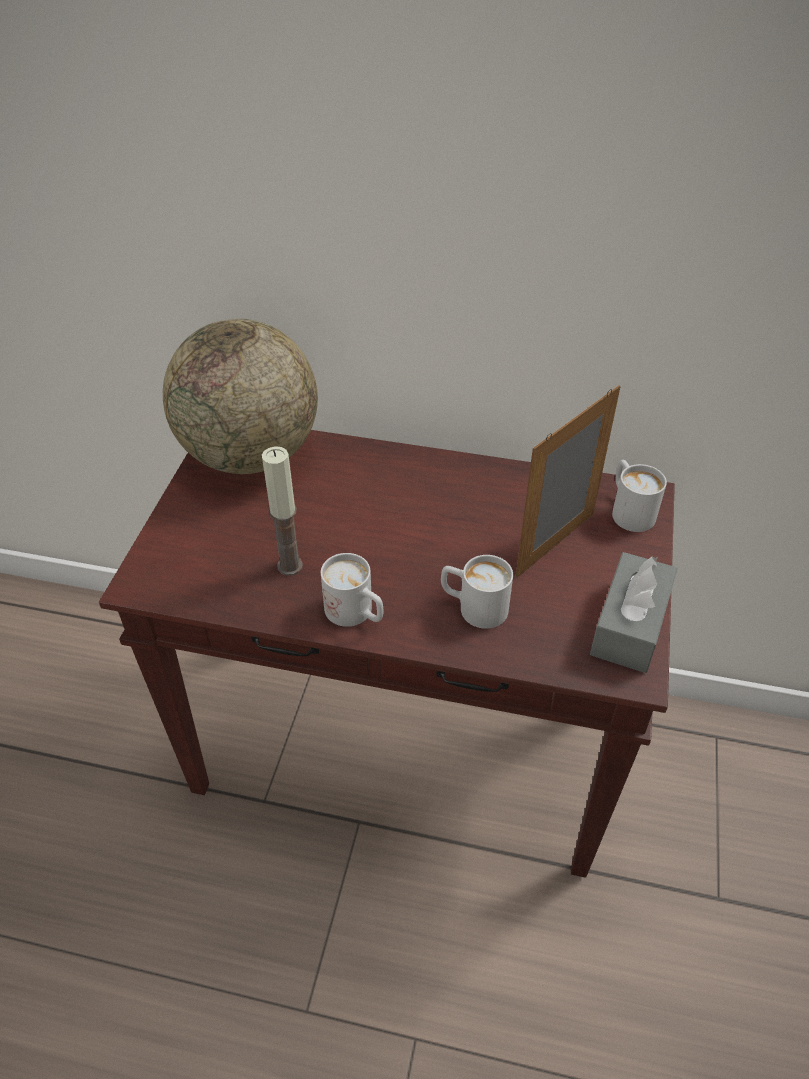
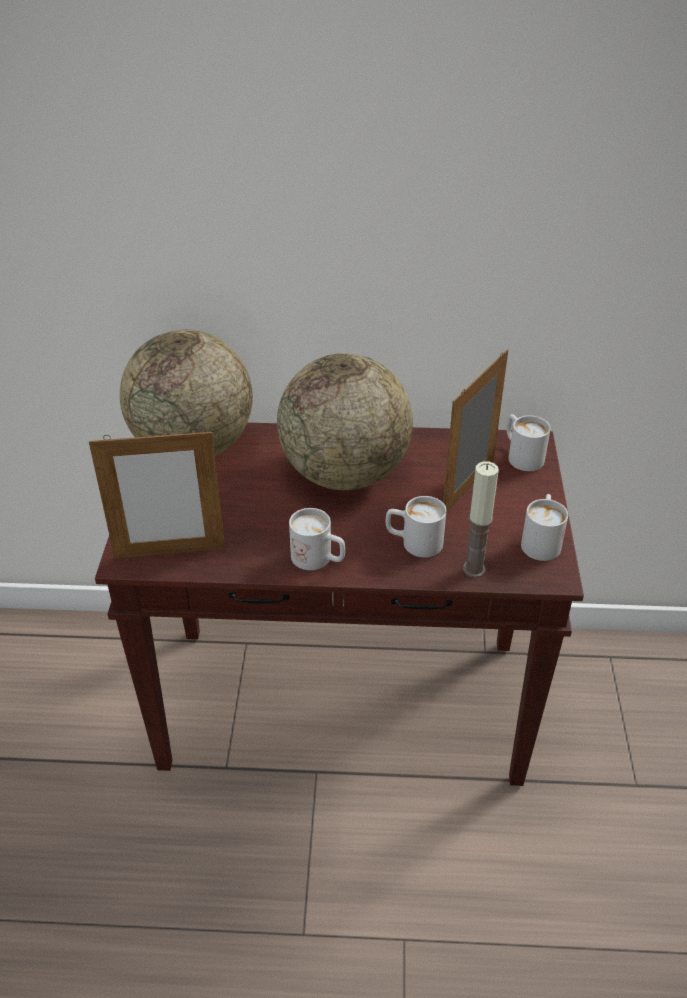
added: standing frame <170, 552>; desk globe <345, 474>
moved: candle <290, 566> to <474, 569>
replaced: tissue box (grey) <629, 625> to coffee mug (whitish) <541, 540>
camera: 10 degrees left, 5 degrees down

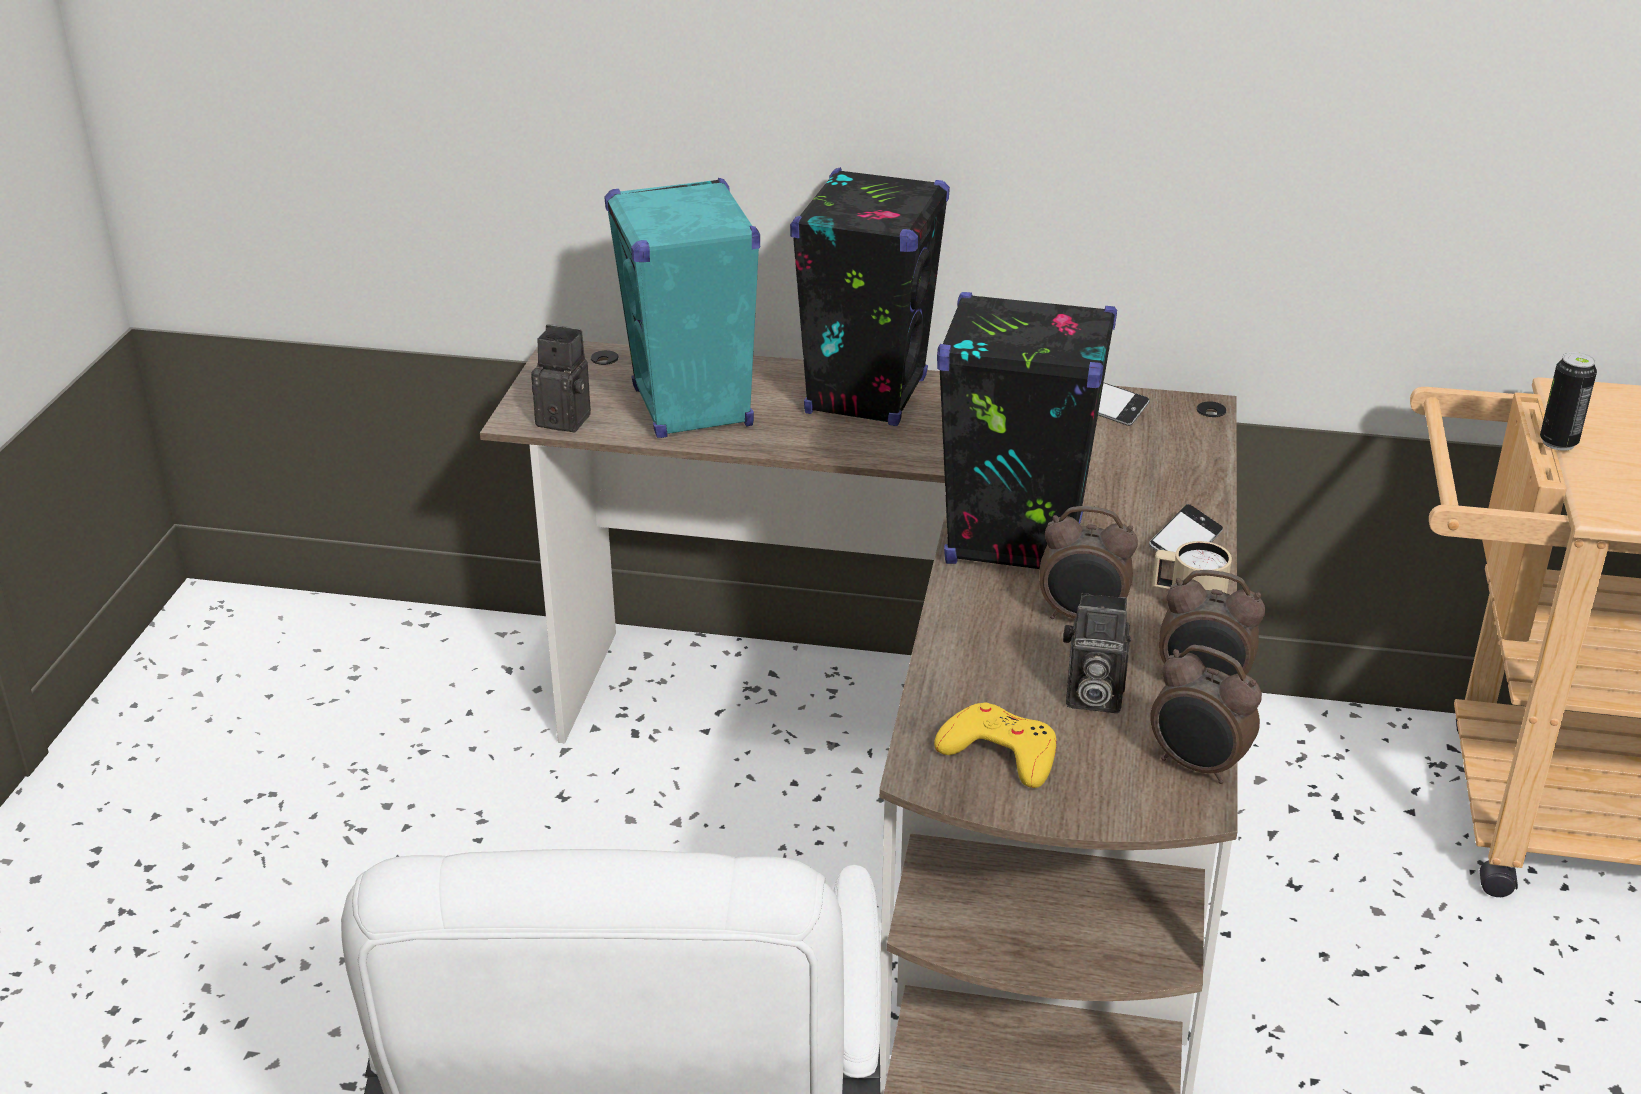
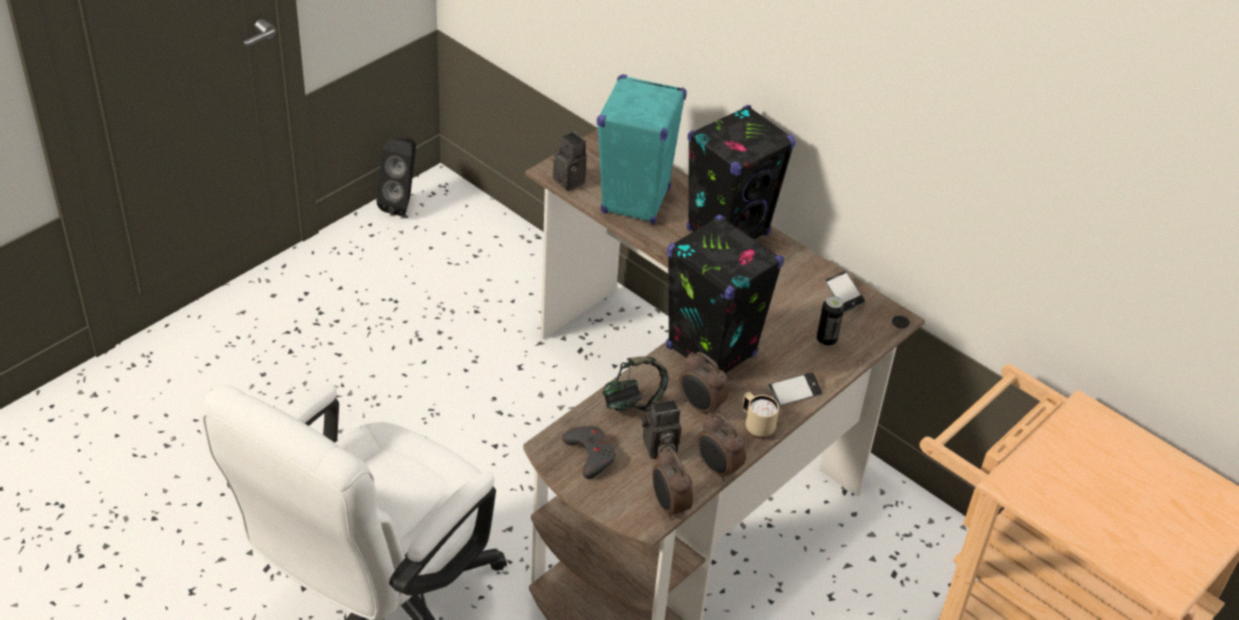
added: loudspeaker (blackish) <401, 203>; pair of headphones <633, 402>
moved: can <1558, 442> to <826, 340>
recoloured: gamepad (yellowish) <1000, 753> to gamepad (grey) <590, 454>
turned: still camera <1090, 697> = <659, 448> 60 degrees counterclockwise
camera: 30 degrees right, 10 degrees up

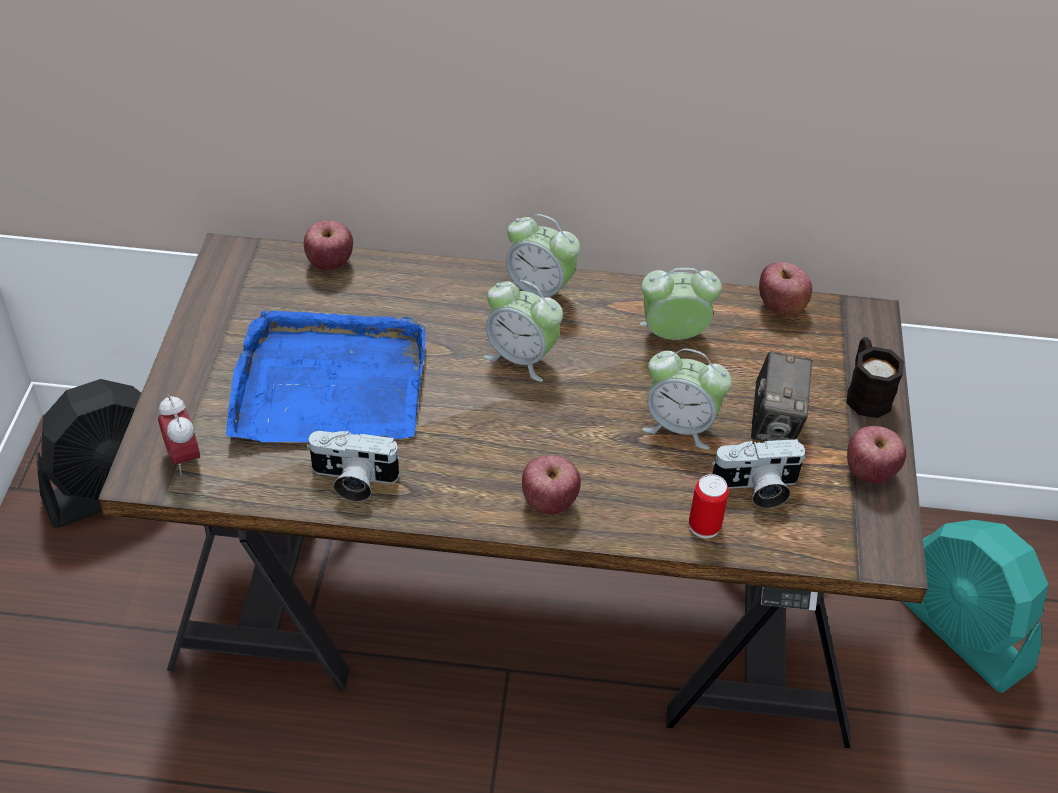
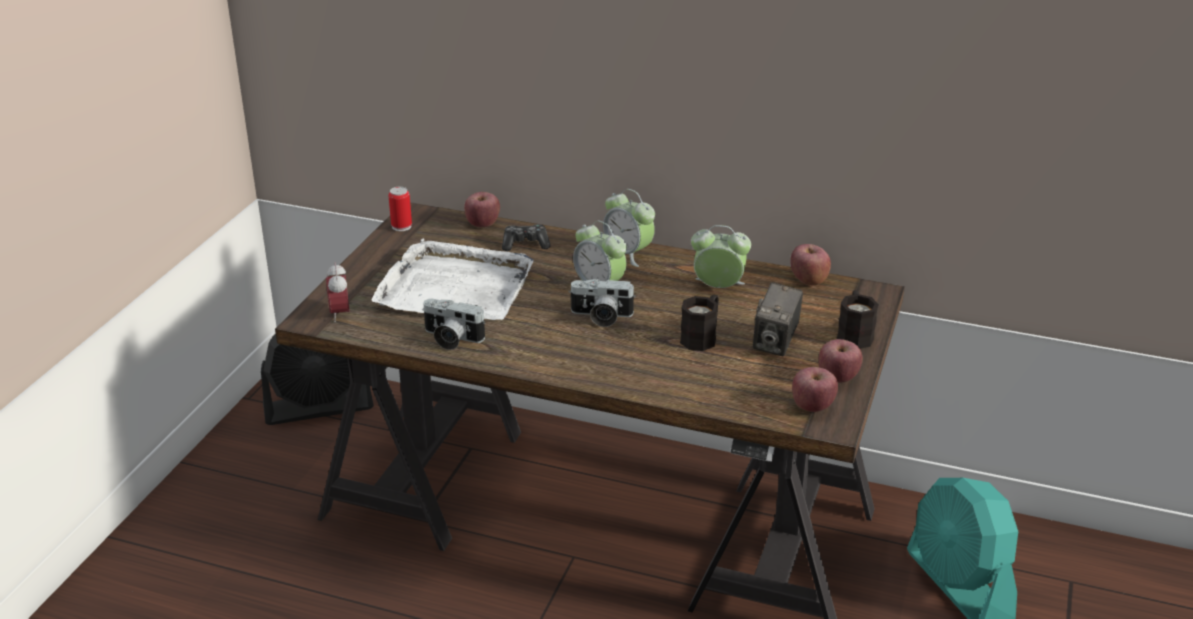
added: gamepad <525, 244>
moved: apple fruit <549, 502> to <812, 406>; can <704, 526> to <401, 226>; still camera <756, 489> to <601, 317>
replaced: bedside clock <680, 426> to coffee mug (blackish) <702, 337>
recoloured: carrying tray (blue) <329, 384> to carrying tray (whitish) <455, 287>
camera: 15 degrees right, 15 degrees down

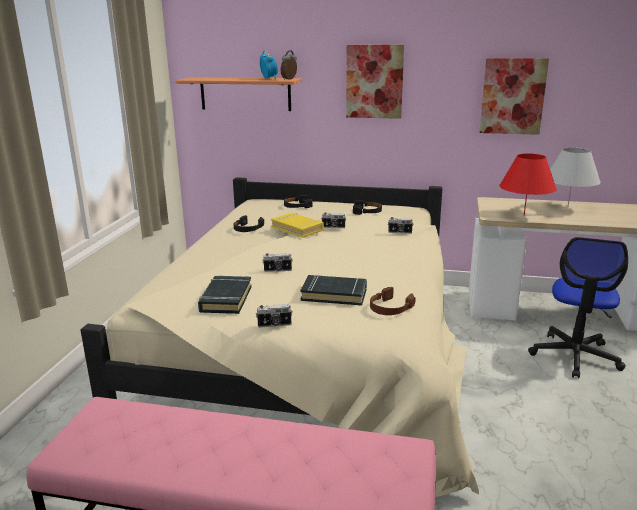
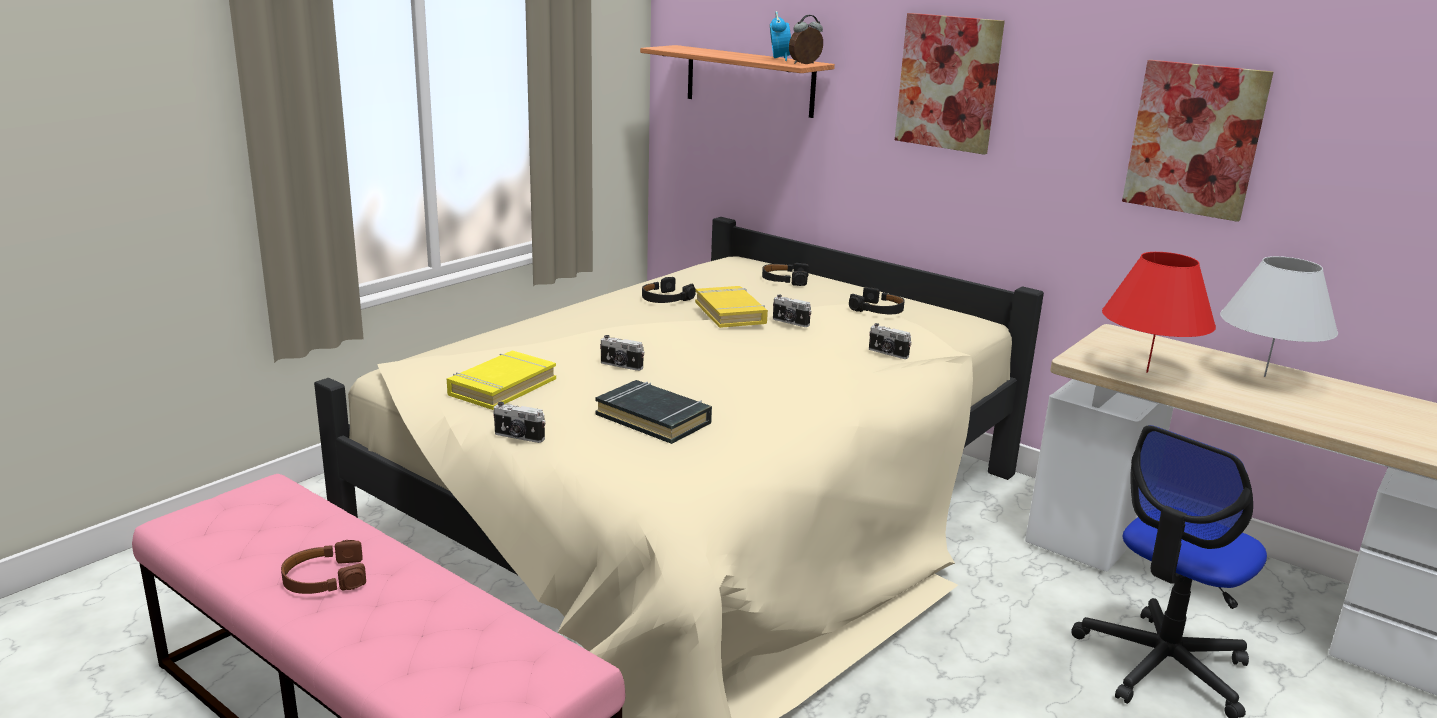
moved: pair of headphones (brown-coloured) <390, 308> to <324, 579>
recoloured: volume (blackish) <225, 299> to volume (yellowish) <502, 387>
camera: 25 degrees right, 0 degrees up

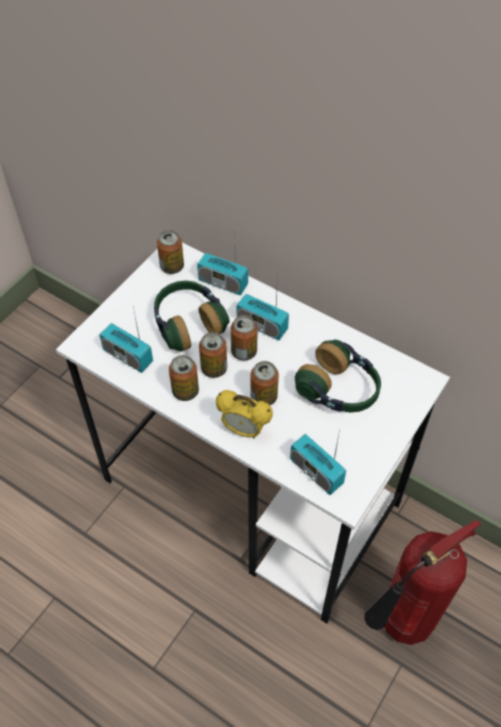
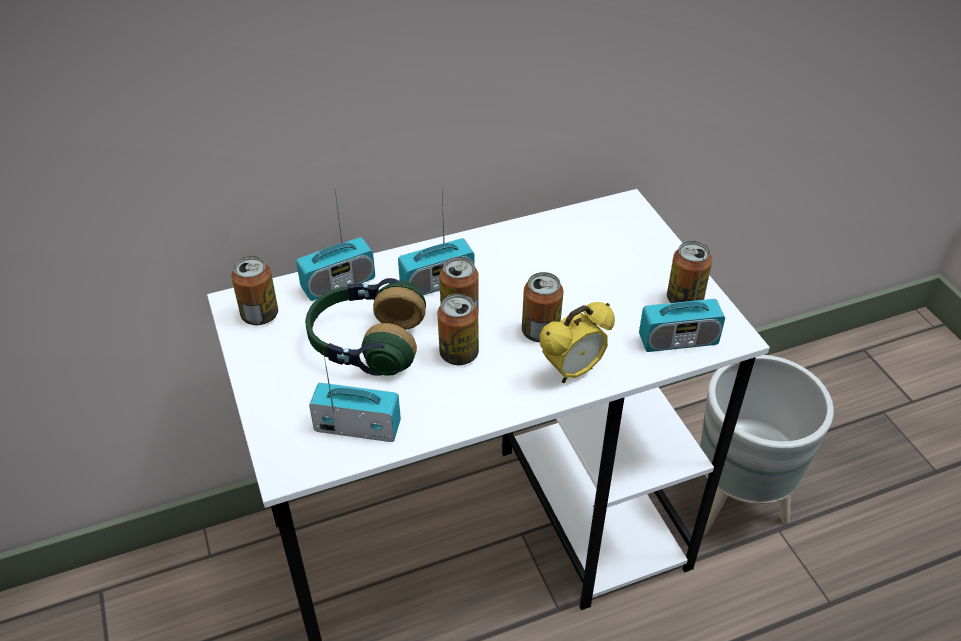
removed: pair of headphones <339, 390>
moved: can <185, 391> to <684, 299>
replaced: extinguisher <400, 626> to flower pot (grey) <736, 504>
turned: radio receiver <128, 356> = <358, 427> 150 degrees counterclockwise
camera: 55 degrees left, 10 degrees down

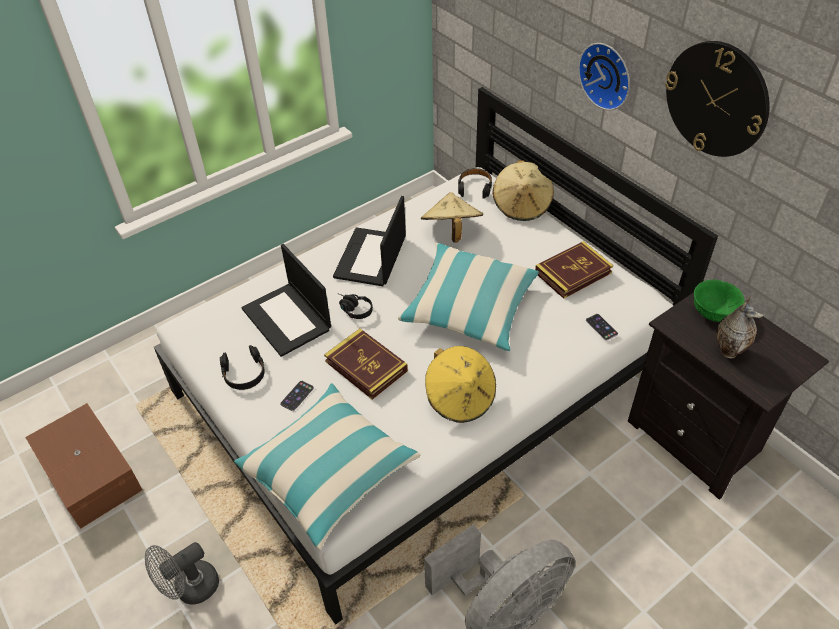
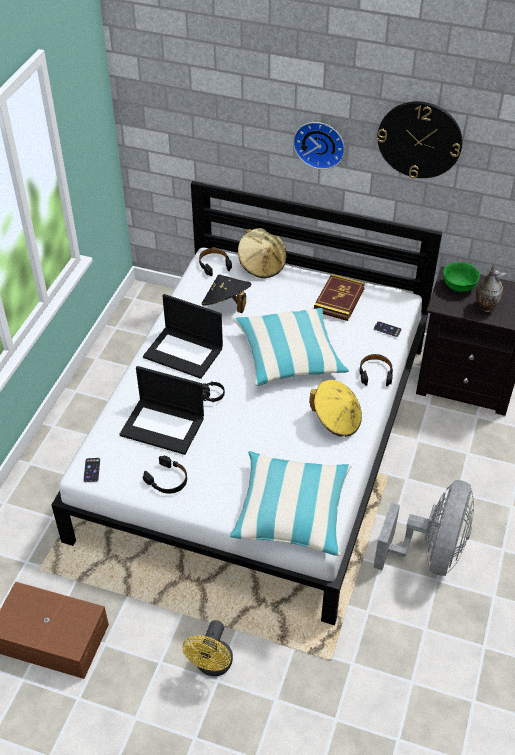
removed: volume <366, 366>
added: pair of headphones (blackish) <375, 373>
moved: phone <297, 396> to <91, 470>
recoloured: cooling fan (grey) <190, 589> to cooling fan (yellowish) <212, 665>; wearable hat (sand-coloured) <451, 231> to wearable hat (blackish) <227, 306>
turned: portable computer <371, 258> = <184, 352> 45 degrees counterclockwise
camera: 35 degrees left, 0 degrees up

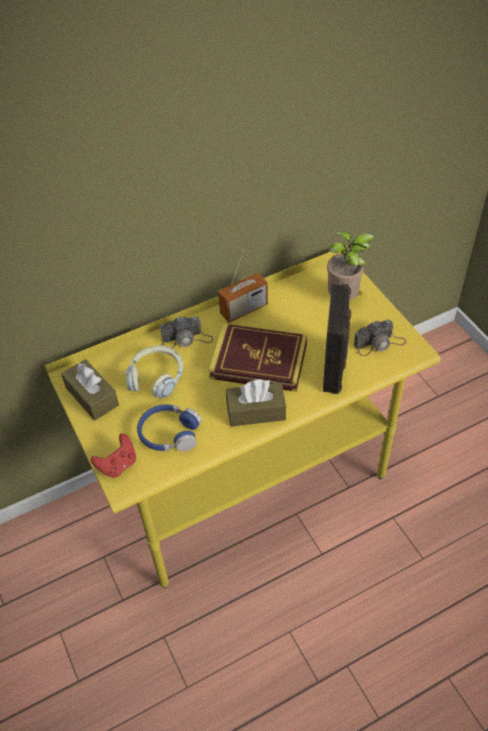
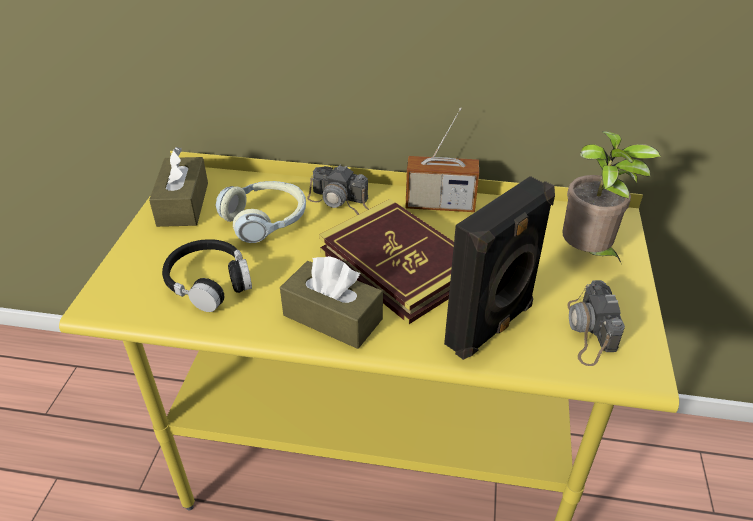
removed: gamepad (reddish) <118, 465>
recoloured: pair of headphones (blue) <169, 433> to pair of headphones (blackish) <209, 282>
turned: still camera <379, 343> = <589, 331> 75 degrees clockwise
camera: 35 degrees right, 10 degrees down

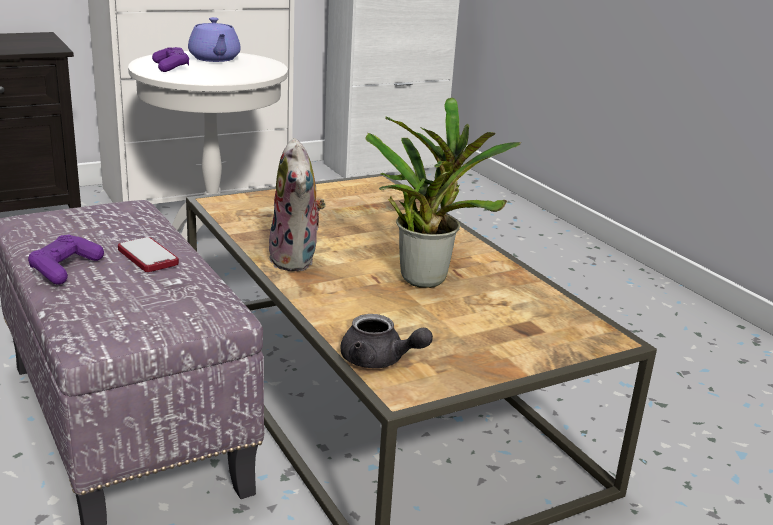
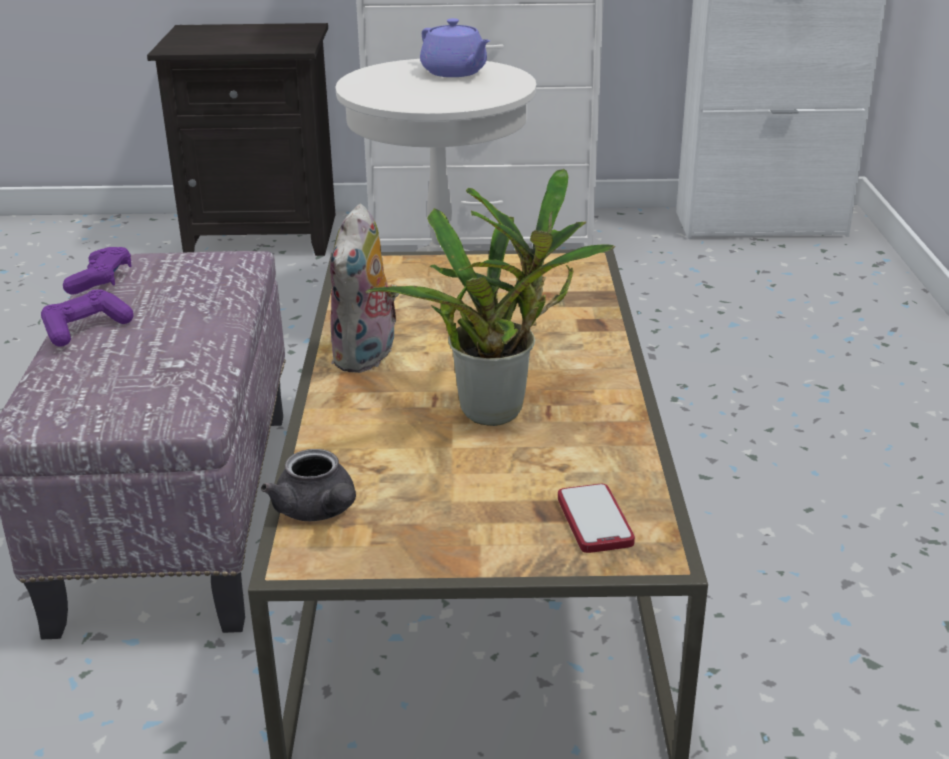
moved: phone <148, 257> to <594, 520>; gamepad (purple-coloured) <171, 67> to <101, 281>
turned: pot for tea (purple-coloured) <214, 59> = <455, 72> 45 degrees counterclockwise
camera: 30 degrees right, 5 degrees up

